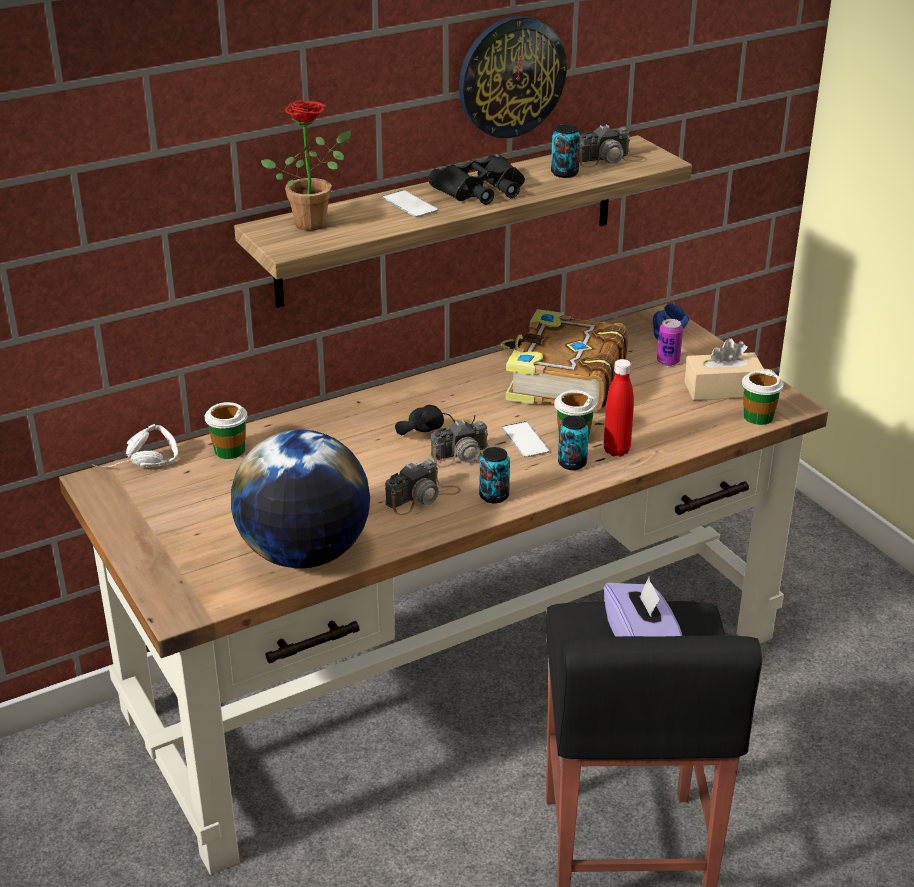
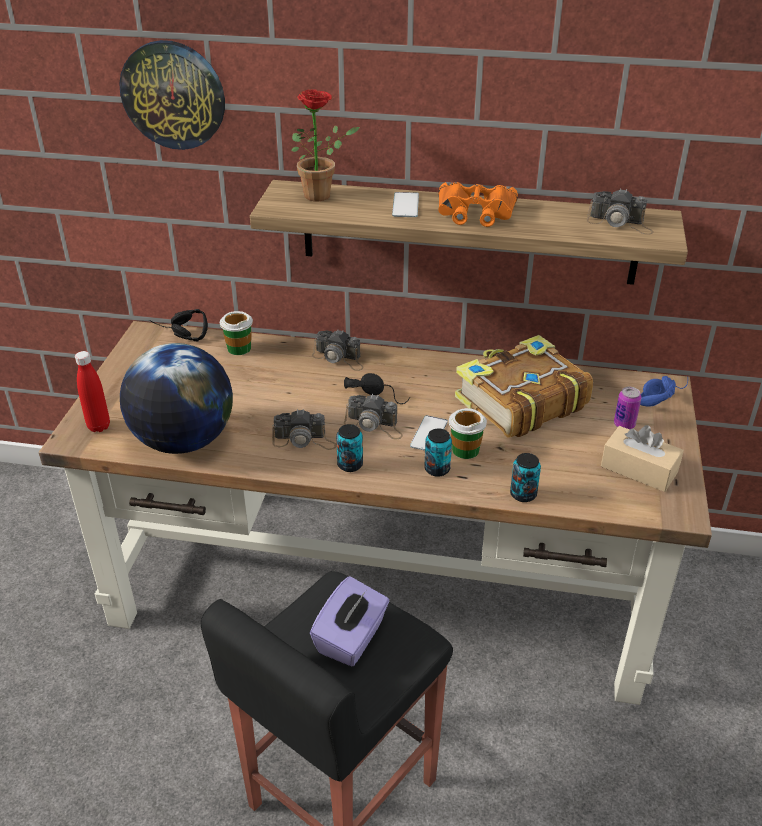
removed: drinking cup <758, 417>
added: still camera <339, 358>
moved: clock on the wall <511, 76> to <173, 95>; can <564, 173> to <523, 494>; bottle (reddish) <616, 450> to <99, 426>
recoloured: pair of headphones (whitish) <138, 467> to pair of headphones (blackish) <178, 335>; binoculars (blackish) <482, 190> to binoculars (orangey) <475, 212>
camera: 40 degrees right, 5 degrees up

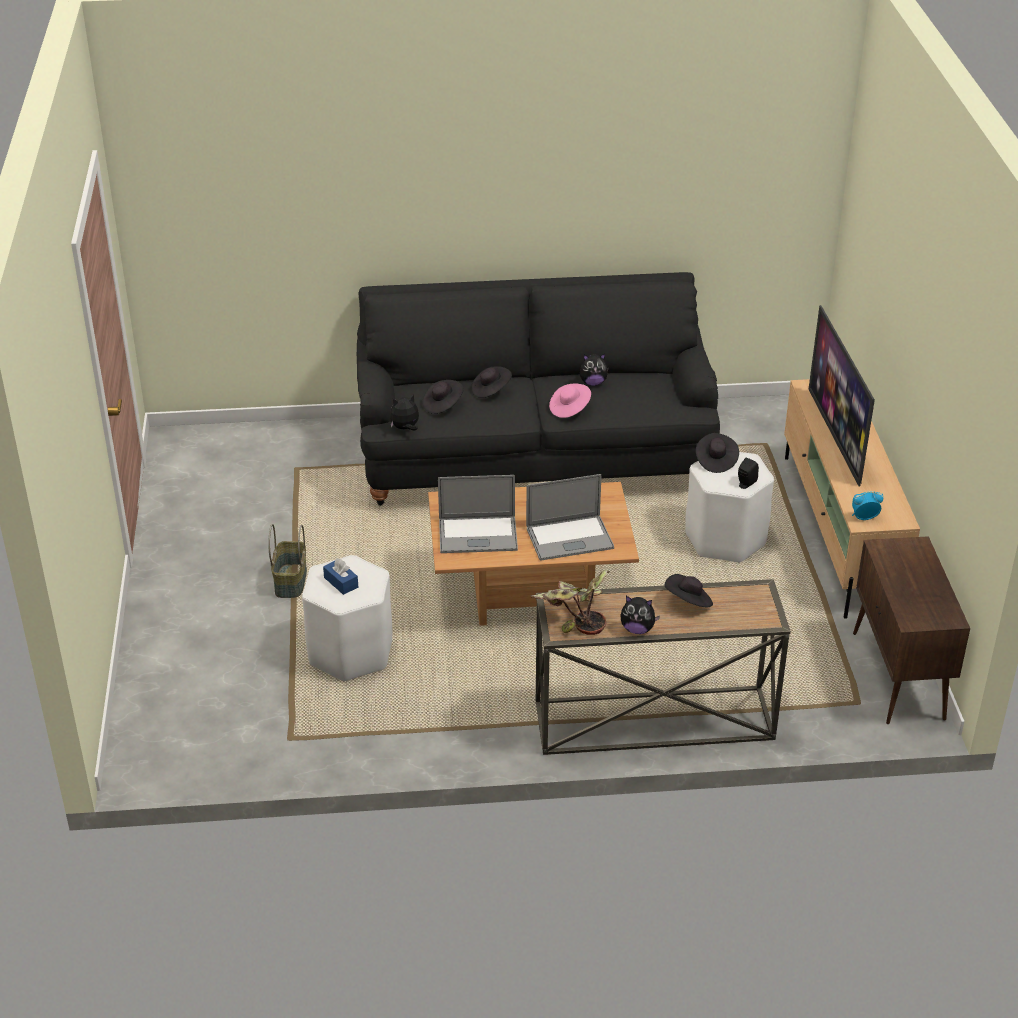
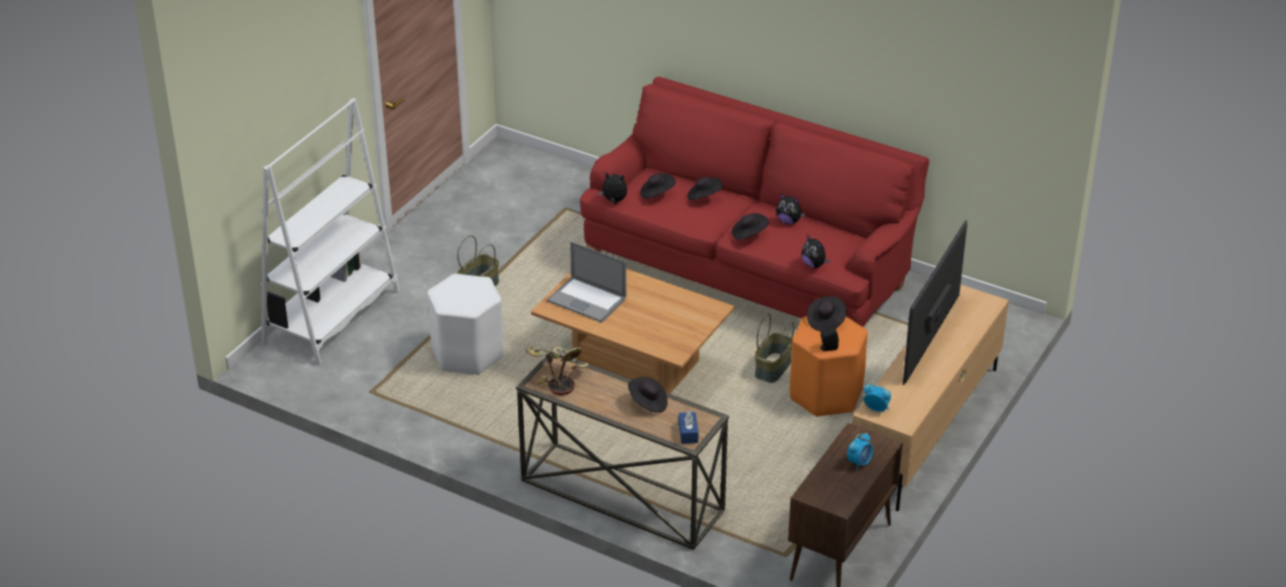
removed: portable computer <569, 538>
added: bookshelf (whitish) <332, 317>; household basket <773, 369>; bedside clock <859, 462>
moved: tissue box (blue) <341, 582> to <688, 433>; plush toy <637, 629> to <814, 265>
recoloured: couch (blackish) <533, 456> to couch (reddish) <749, 270>; wearable hat (pink) <569, 409> to wearable hat (blackish) <748, 234>; stool seat (whitish) <725, 539> to stool seat (orangey) <826, 395>
camera: 35 degrees right, 0 degrees up

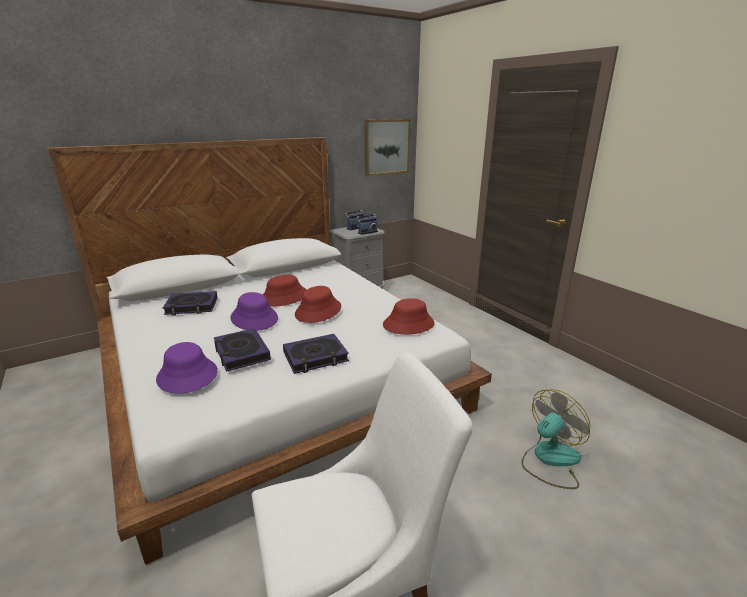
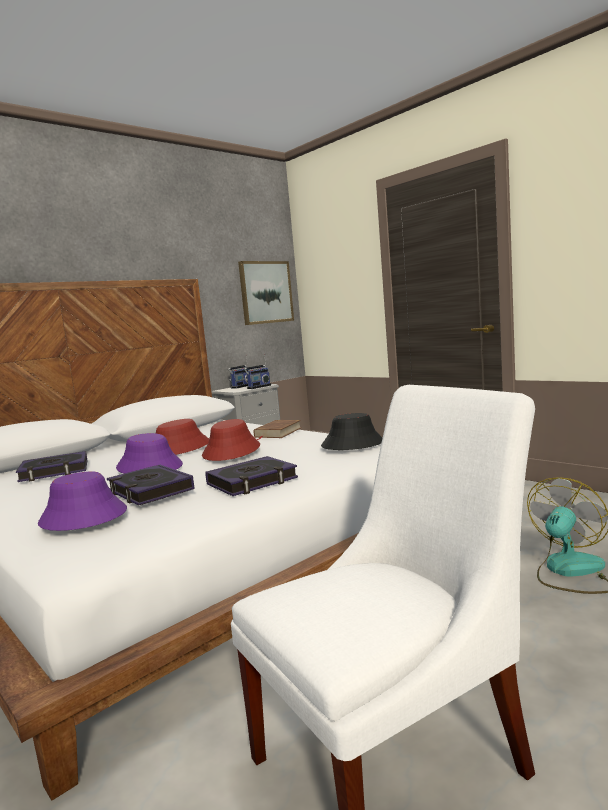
added: volume (brown-coloured) <278, 432>
recoloured: wearable hat (reddish) <408, 324> to wearable hat (blackish) <352, 444>
camera: 10 degrees left, 15 degrees down

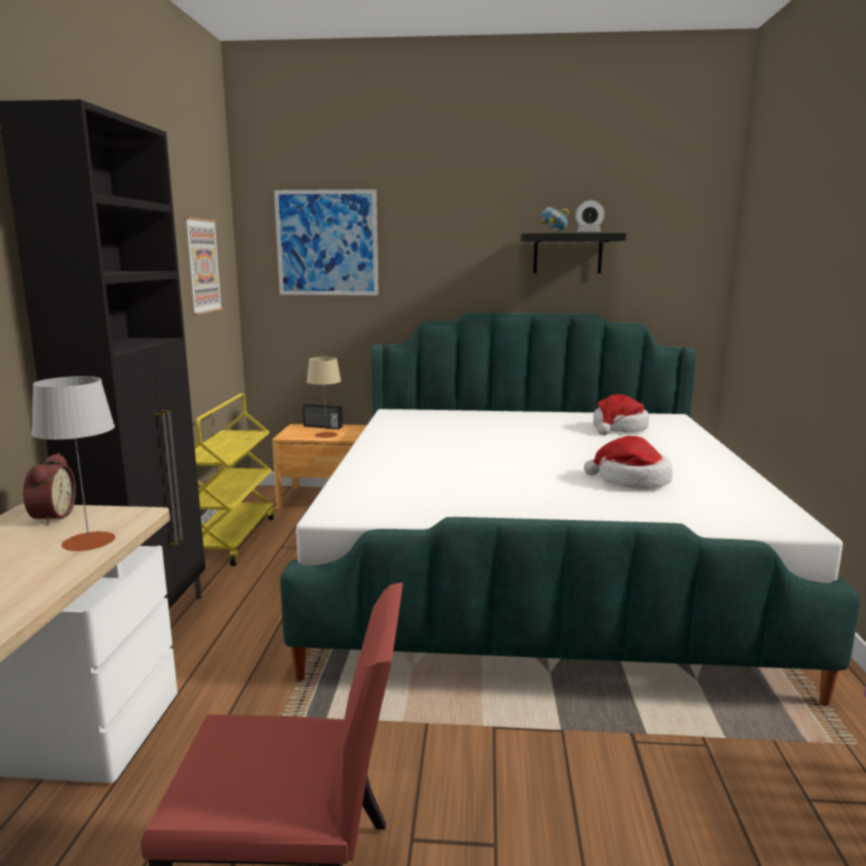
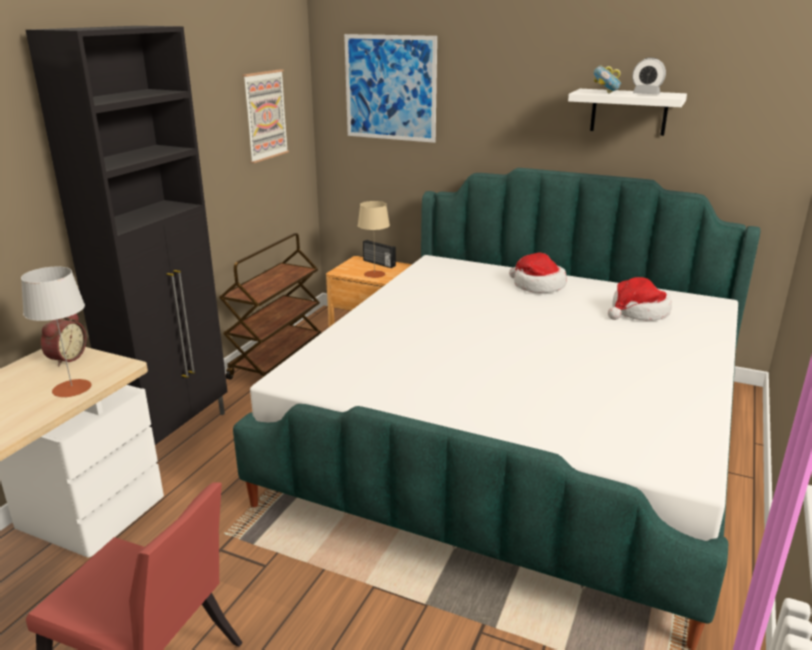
moved: wearable hat <631, 481> to <537, 286>
recoloured: wheeled cart (yellowish) <231, 539> to wheeled cart (brown-coloured) <276, 360>; shelf (blackish) <567, 253> to shelf (whitish) <629, 112>
camera: 20 degrees right, 10 degrees up

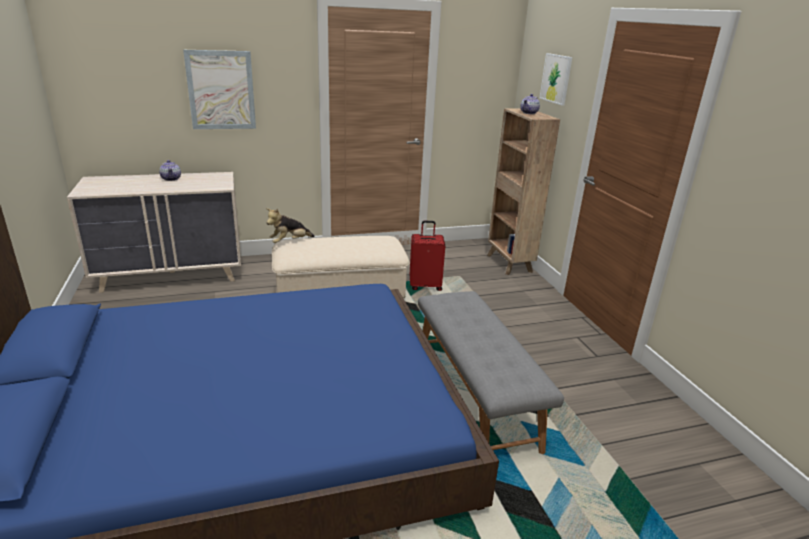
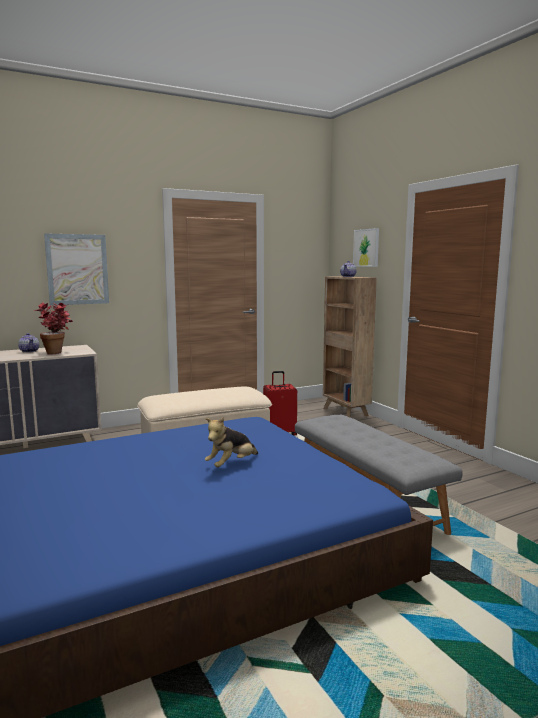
added: potted plant <57, 352>
moved: plush toy <289, 242> to <231, 465>
camera: 10 degrees left, 15 degrees down

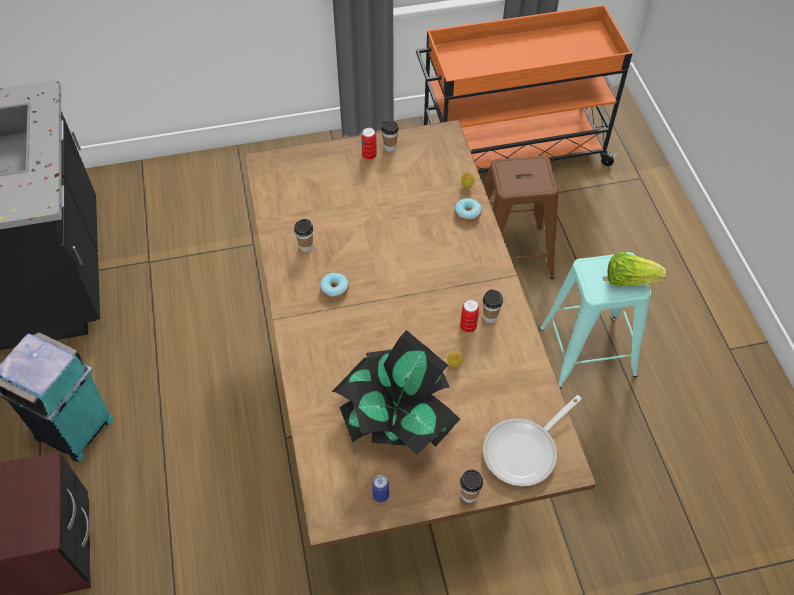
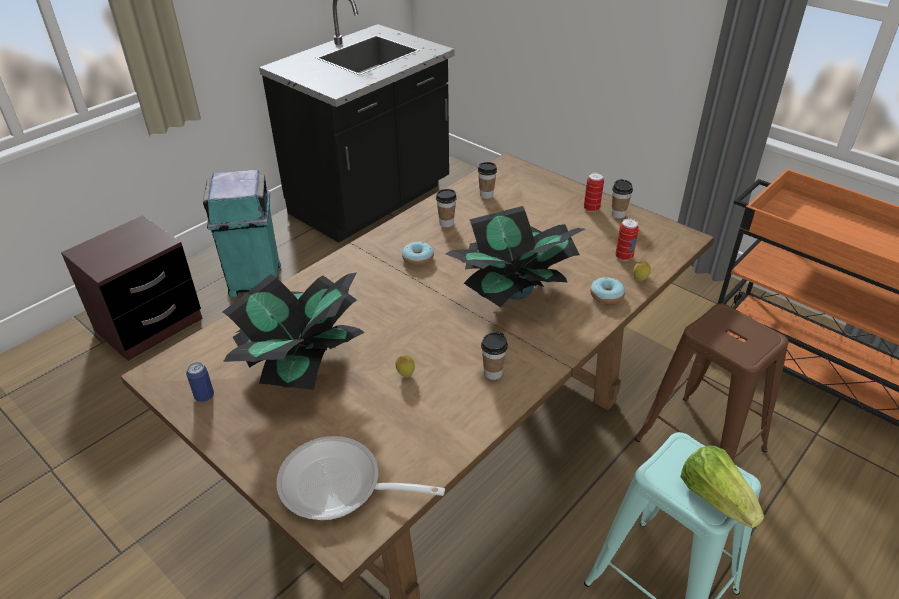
added: potted plant <514, 292>
moved: can <468, 327> to <624, 257>; drinking cup <469, 495> to <486, 195>
camera: 55 degrees right, 15 degrees down

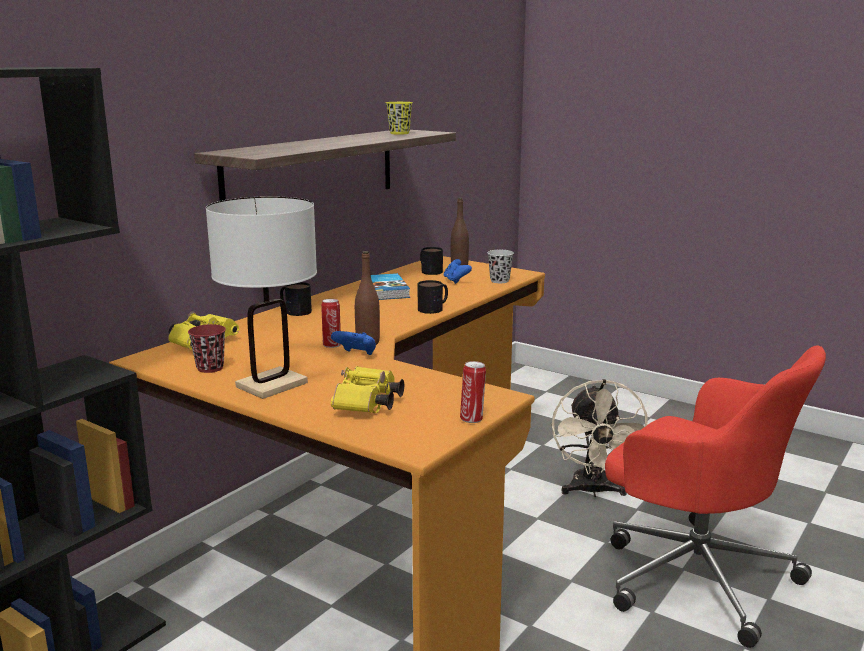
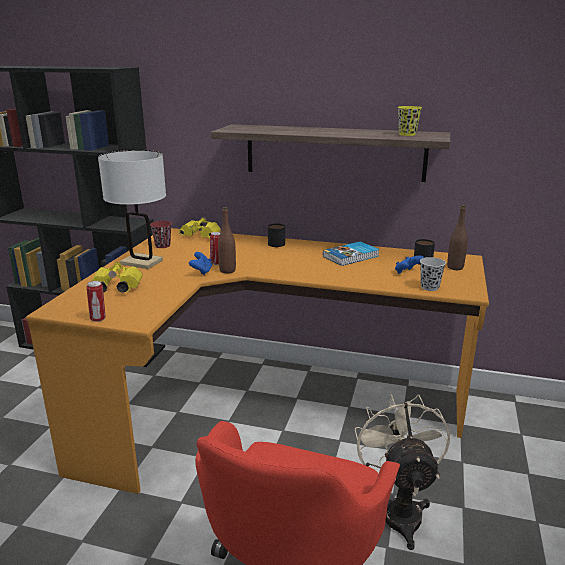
removed: coffee mug <434, 308>
turned: cooling fan (sand-coloured) <593, 491> = <399, 510> 105 degrees clockwise
camera: 70 degrees right, 5 degrees up

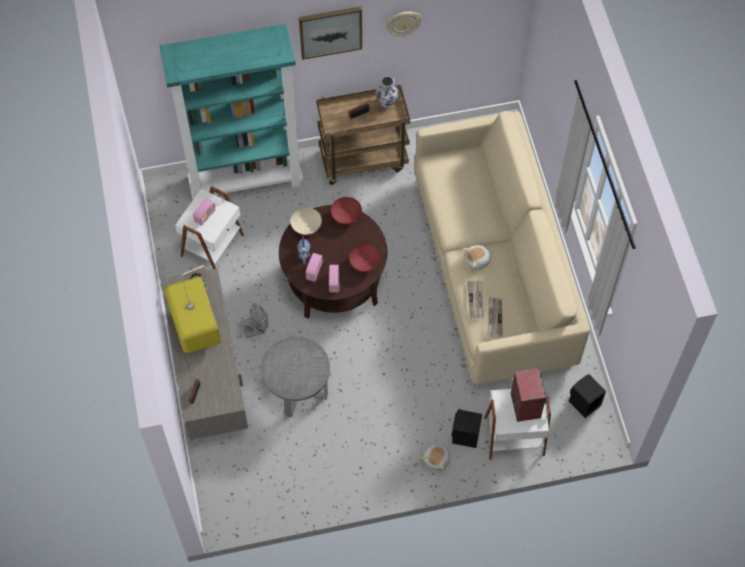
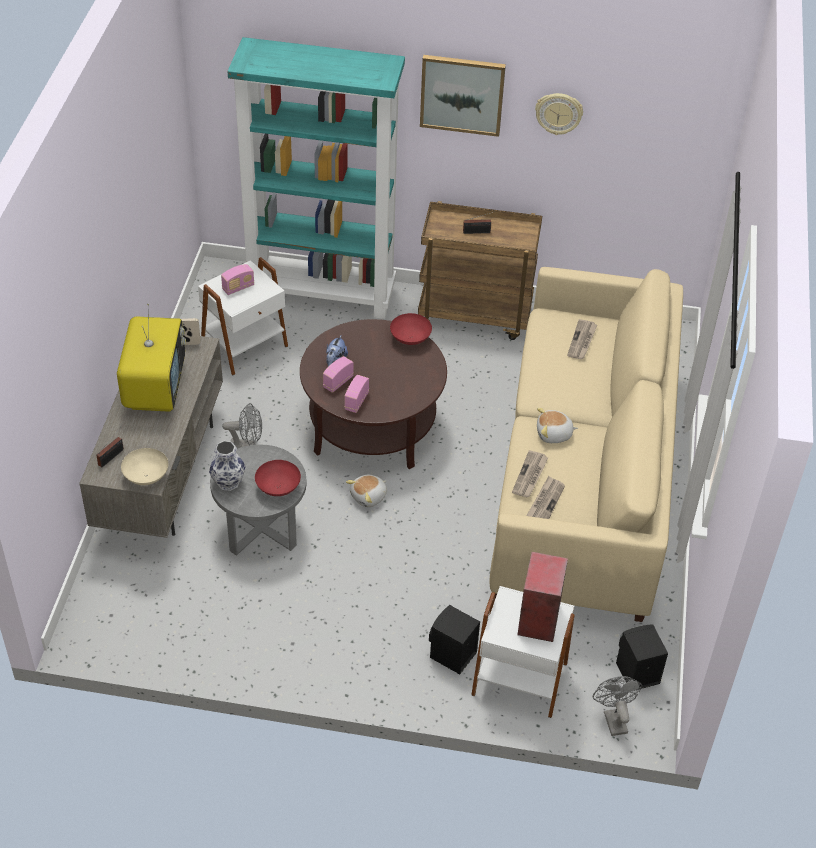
added: newspaper <582, 341>; cooling fan (grey) <613, 718>
moved: serving bowl (sand-coloured) <306, 226> to <146, 476>; serving bowl (reddish) <364, 263> to <277, 487>; flower vase <386, 101> to <228, 482>; plush toy <437, 459> to <369, 497>
camera: 20 degrees right, 15 degrees down

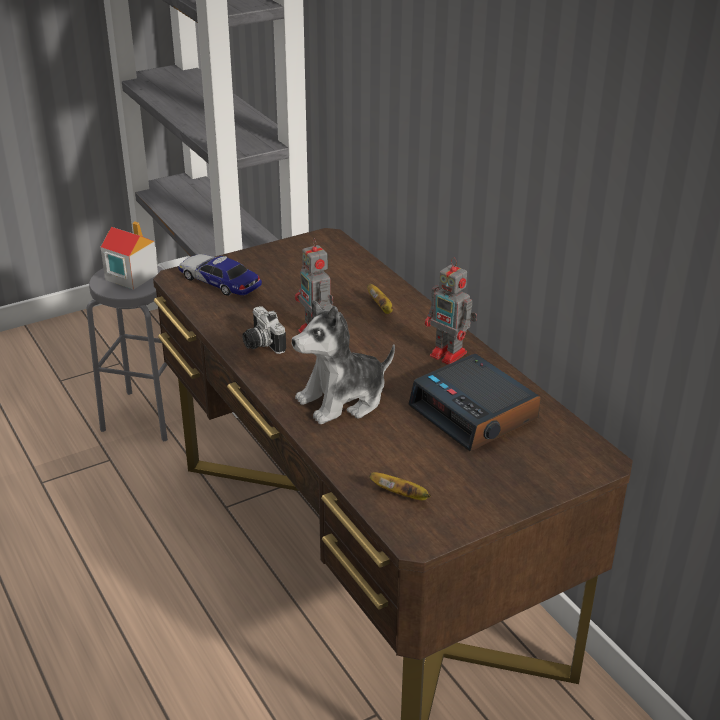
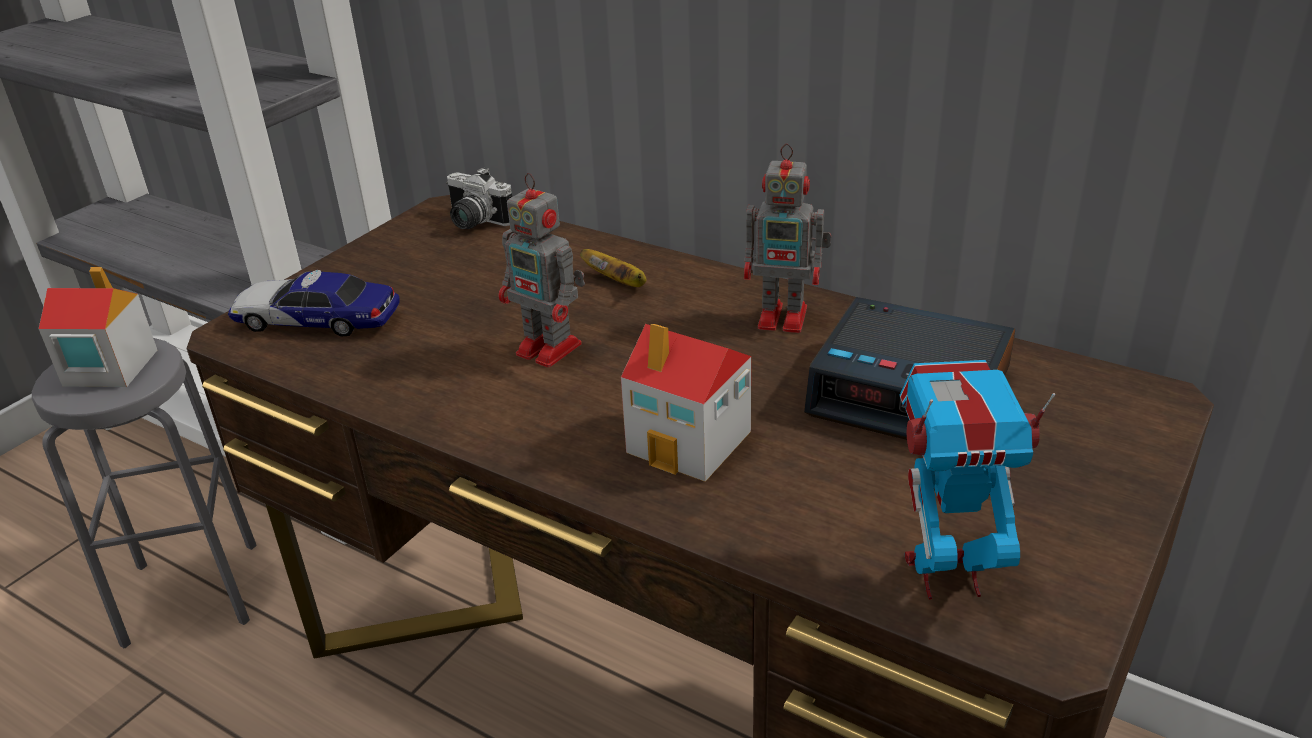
moved: still camera <260, 344> to <474, 222>
replaced: plush toy <343, 400> to miniature house <690, 442>; banana <402, 495> to model robot <945, 573>
camera: 25 degrees left, 0 degrees up

